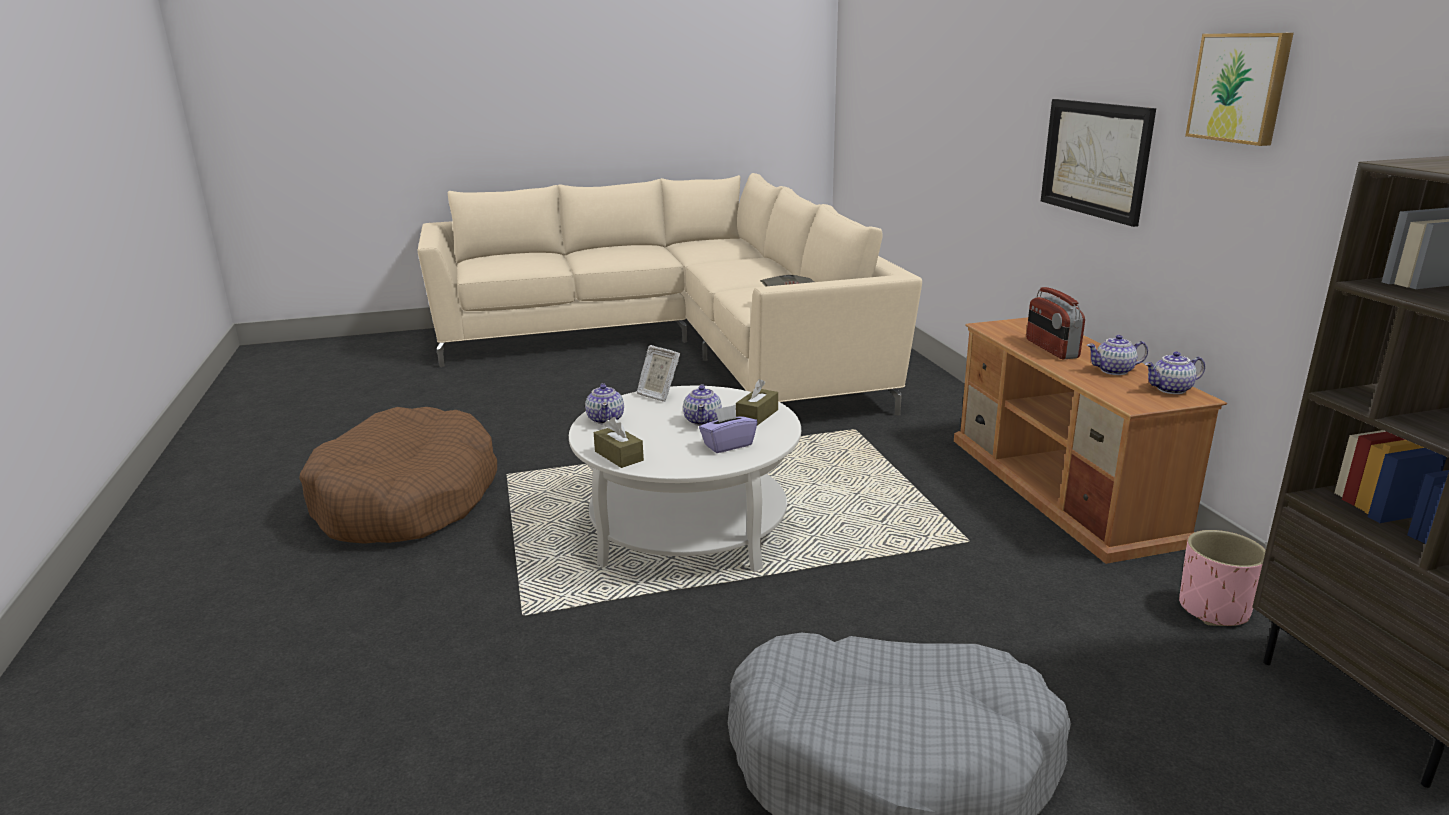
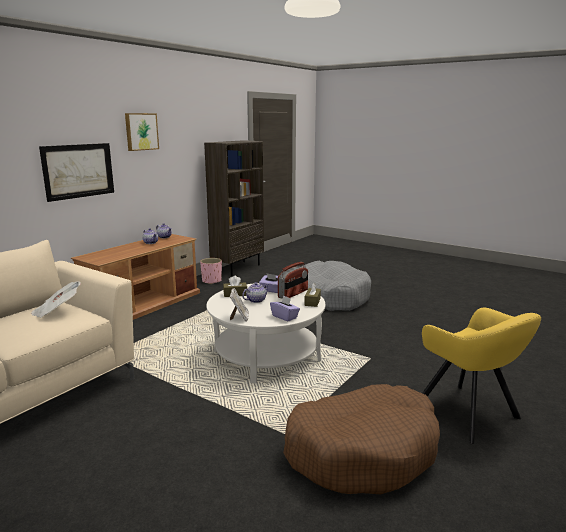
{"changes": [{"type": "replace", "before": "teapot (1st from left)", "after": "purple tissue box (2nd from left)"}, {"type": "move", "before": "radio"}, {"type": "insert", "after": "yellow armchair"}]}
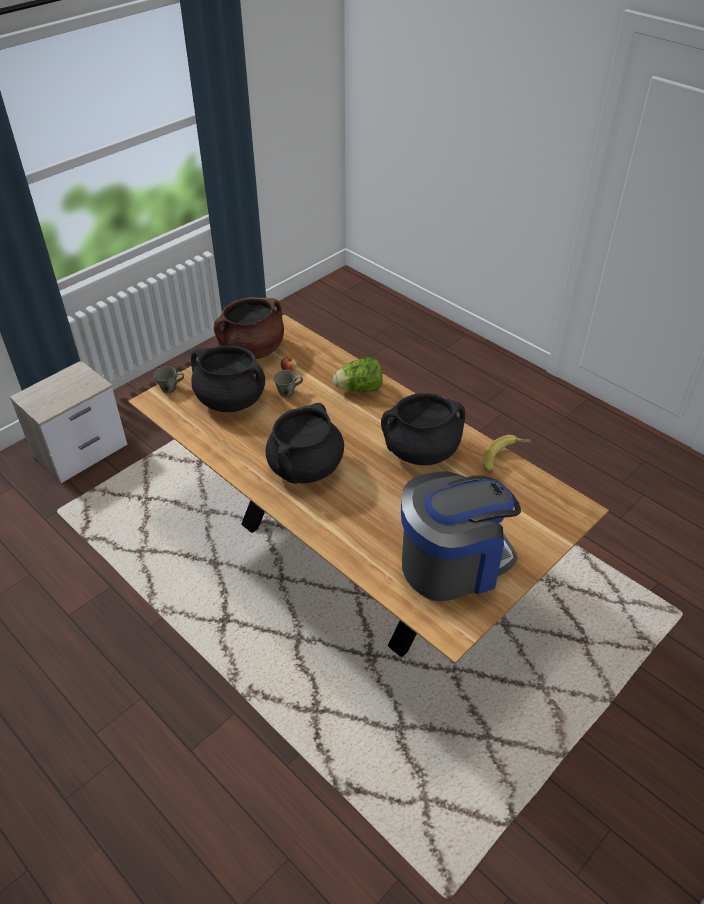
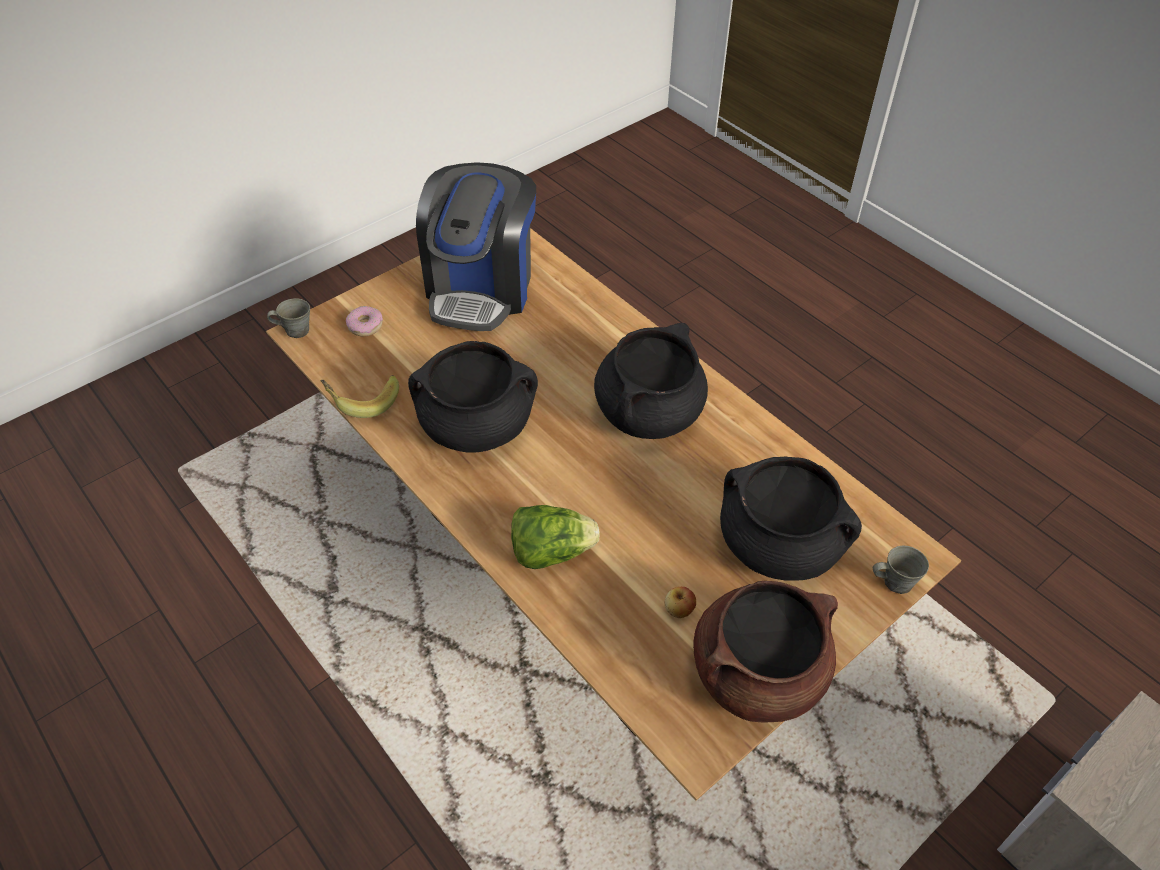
{"changes": [{"type": "move", "before": "grey mug (2nd from left in the first image)", "after": "grey mug (1st from left)"}, {"type": "insert", "after": "donut"}, {"type": "rotate", "before": "coffee machine", "turn": -60}]}
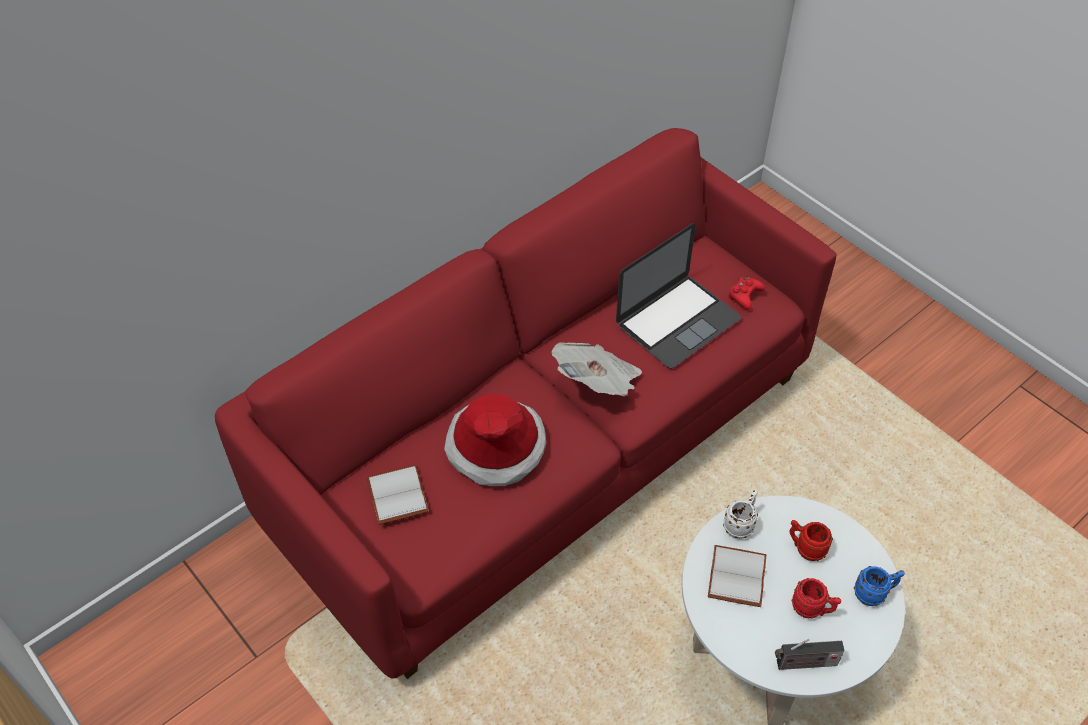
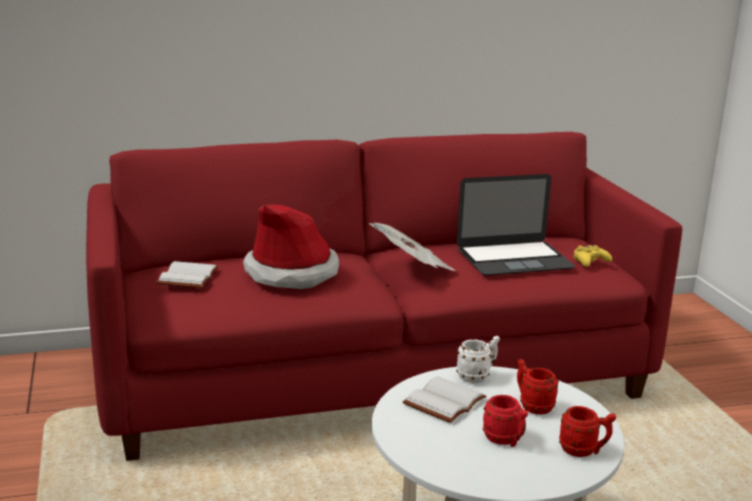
{"changes": [{"type": "recolor", "before": "blue mug", "after": "red mug (3rd from left)"}, {"type": "recolor", "before": "red game controller", "after": "yellow game controller"}, {"type": "delete", "before": "radio"}]}
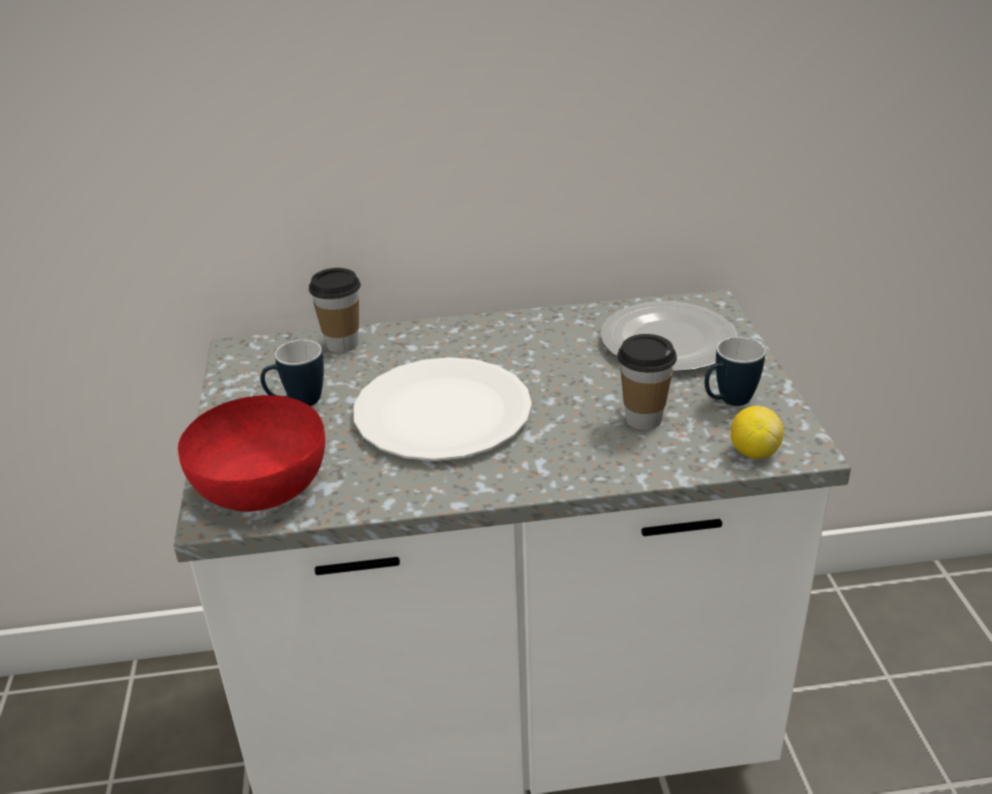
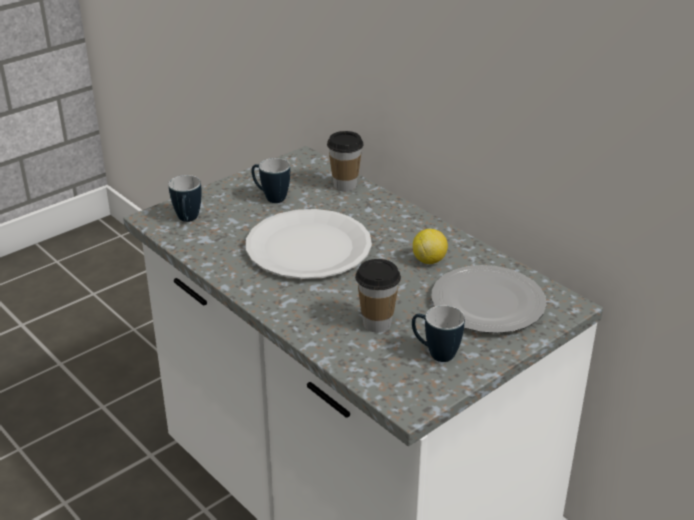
{"changes": [{"type": "replace", "before": "red bowl", "after": "mug (1st from left)"}, {"type": "move", "before": "lemon"}]}
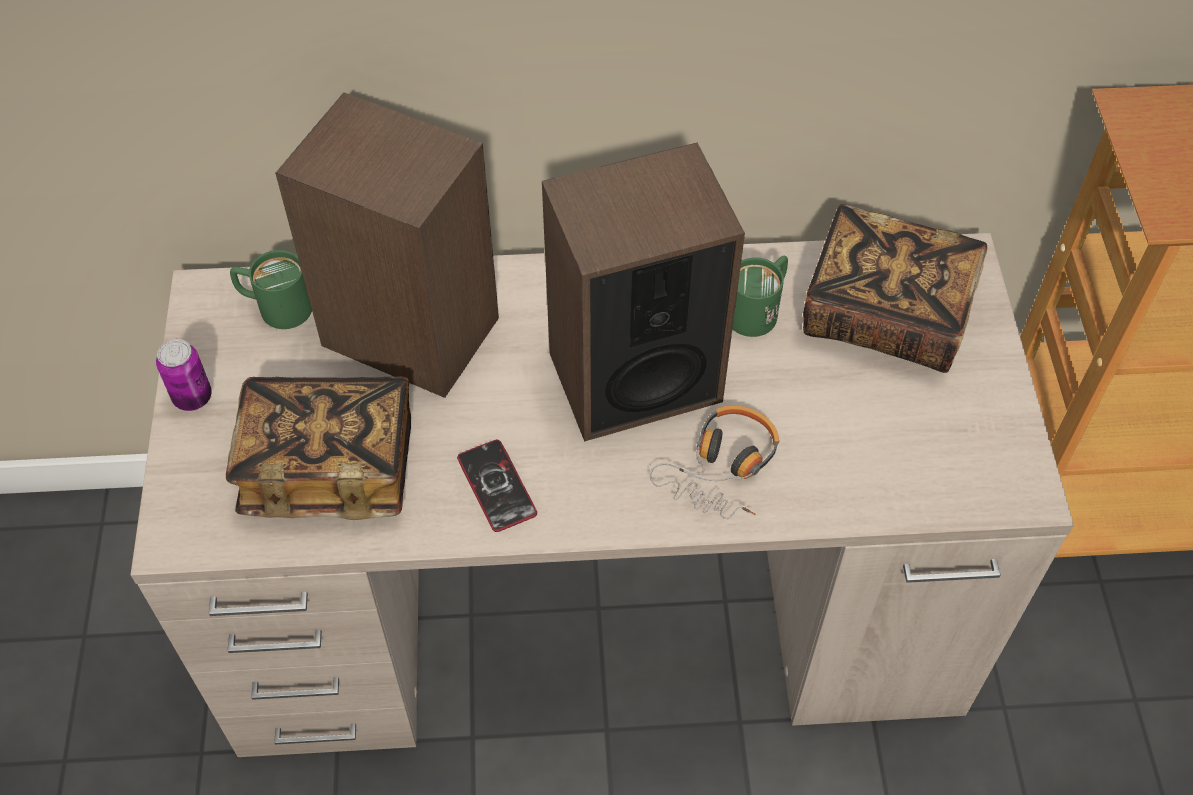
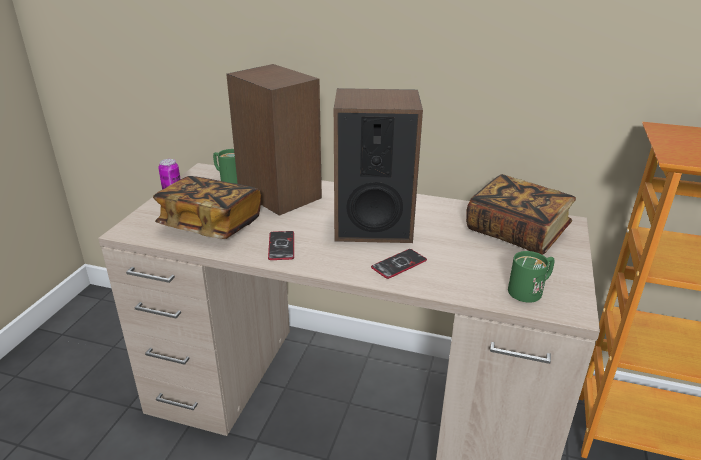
{"changes": [{"type": "replace", "before": "headphones", "after": "phone (2nd from left)"}, {"type": "move", "before": "green mug (2nd from left)"}]}
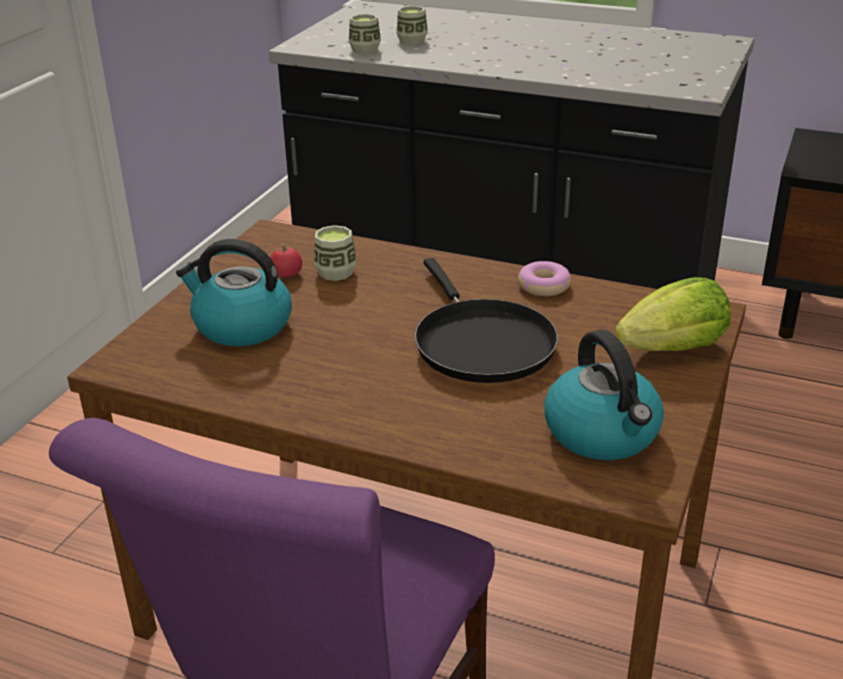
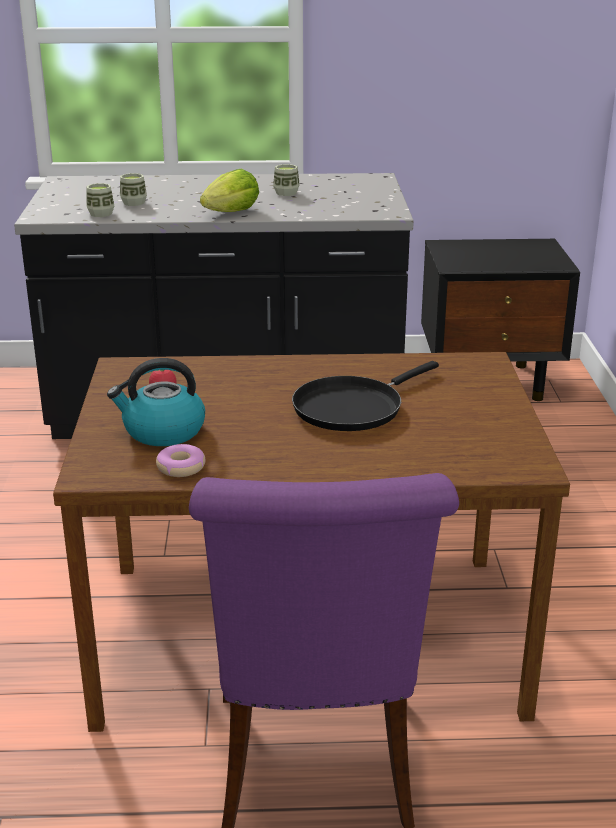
{"changes": [{"type": "move", "before": "donut"}, {"type": "move", "before": "lettuce"}, {"type": "move", "before": "cup (1st from left in the first image)", "after": "cup (3rd from left)"}, {"type": "rotate", "before": "black frying pan", "turn": 90}, {"type": "delete", "before": "kettle (2nd from left)"}]}
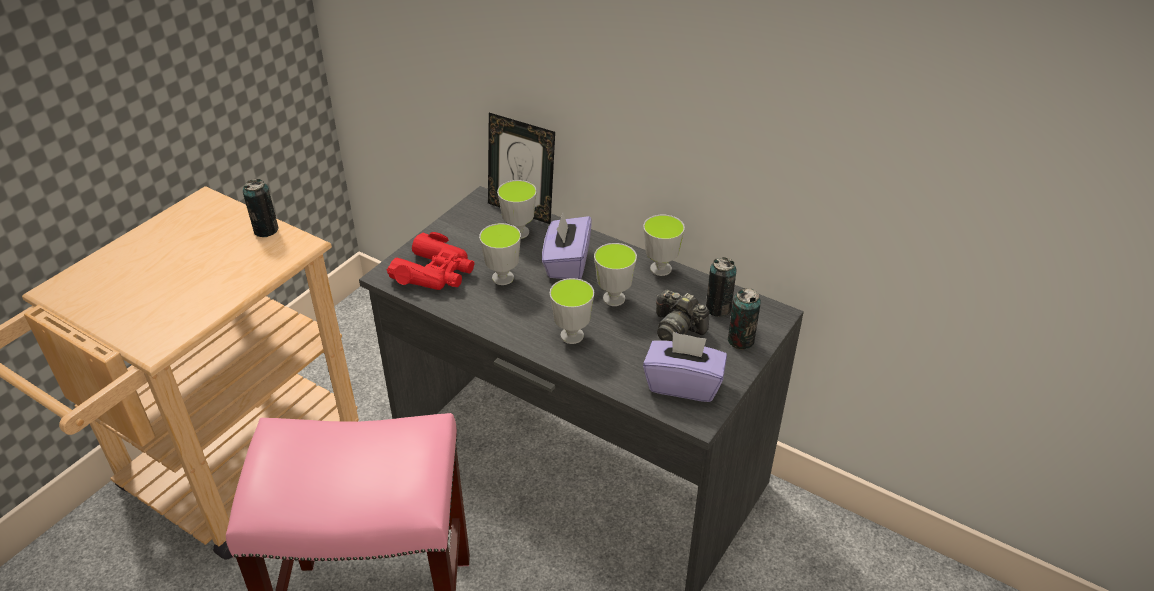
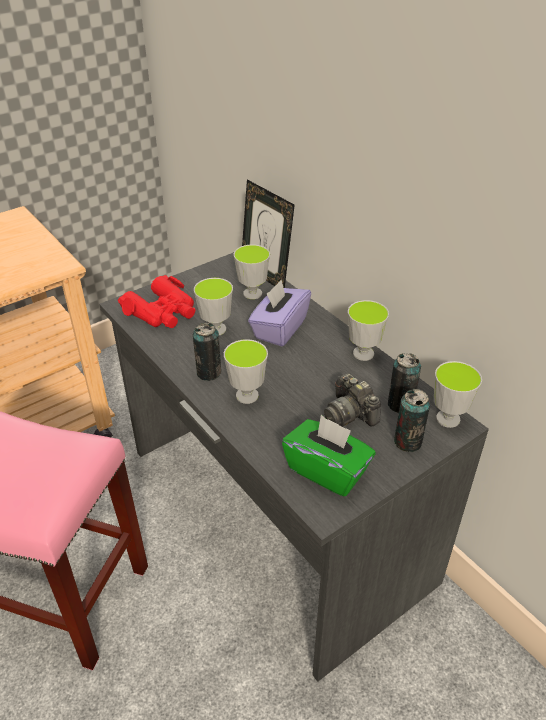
{"changes": [{"type": "move", "before": "can (1st from left)"}, {"type": "recolor", "before": "purple tissue box (2nd from left)", "after": "green tissue box"}, {"type": "move", "before": "cup (4th from left in the first image)", "after": "cup (5th from left)"}]}
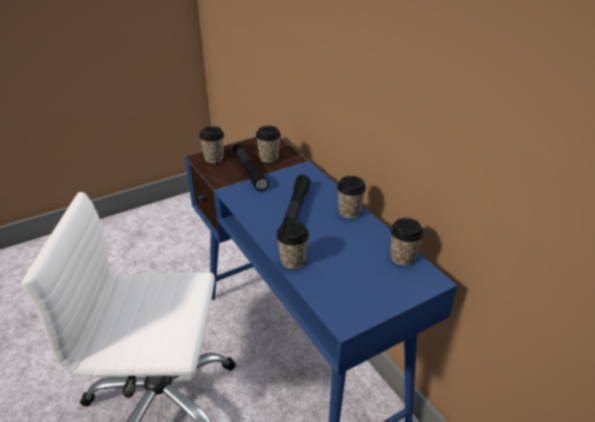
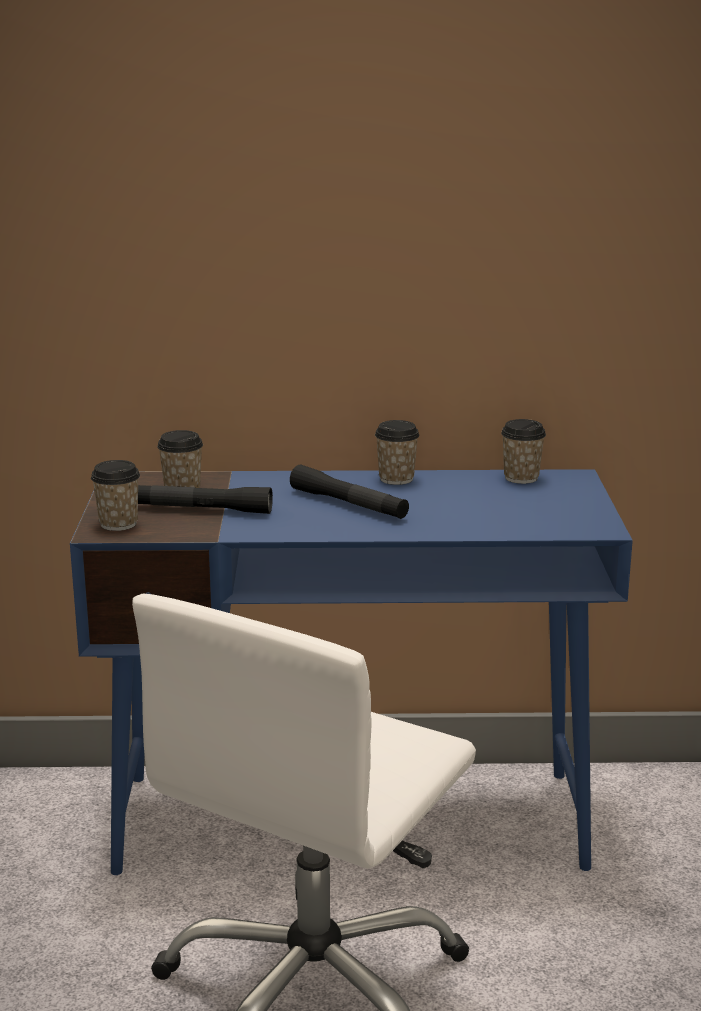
{"changes": [{"type": "delete", "before": "cup (3rd from left)"}]}
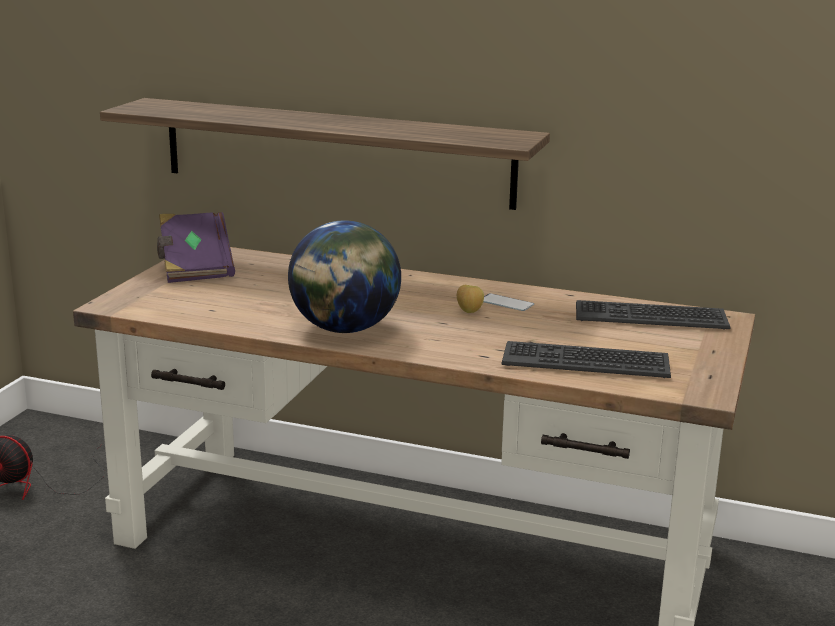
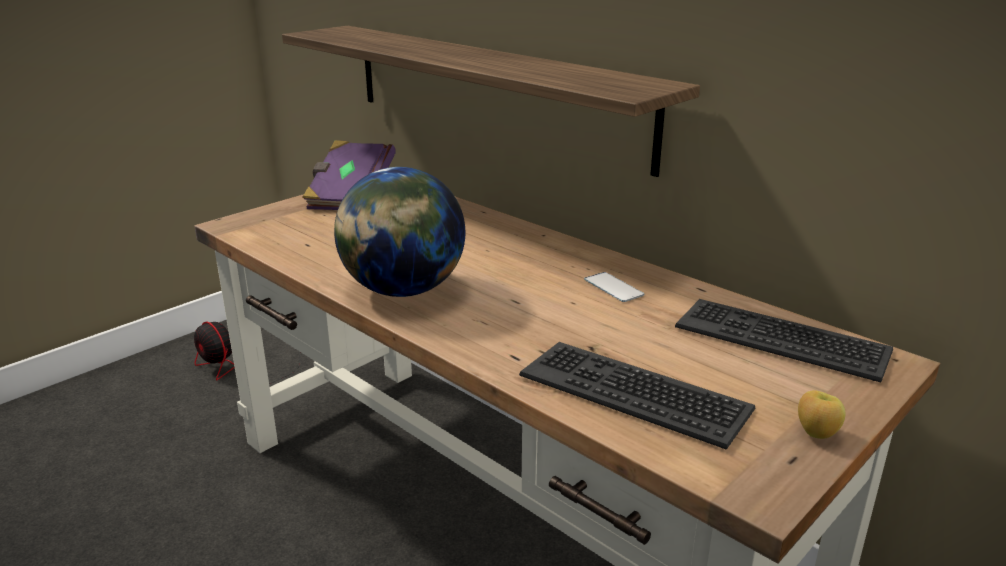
{"changes": [{"type": "move", "before": "apple"}]}
